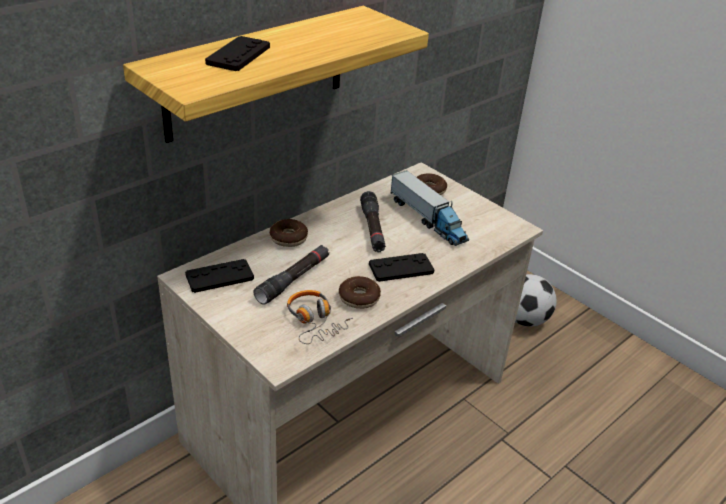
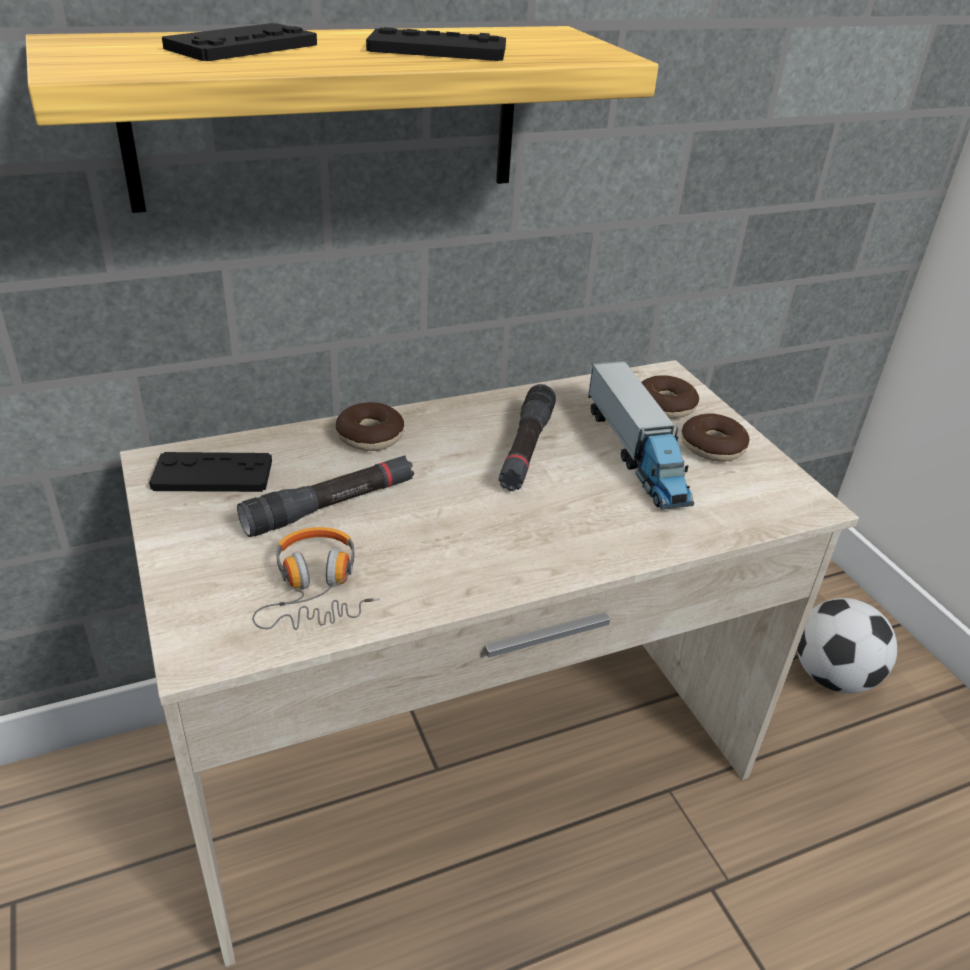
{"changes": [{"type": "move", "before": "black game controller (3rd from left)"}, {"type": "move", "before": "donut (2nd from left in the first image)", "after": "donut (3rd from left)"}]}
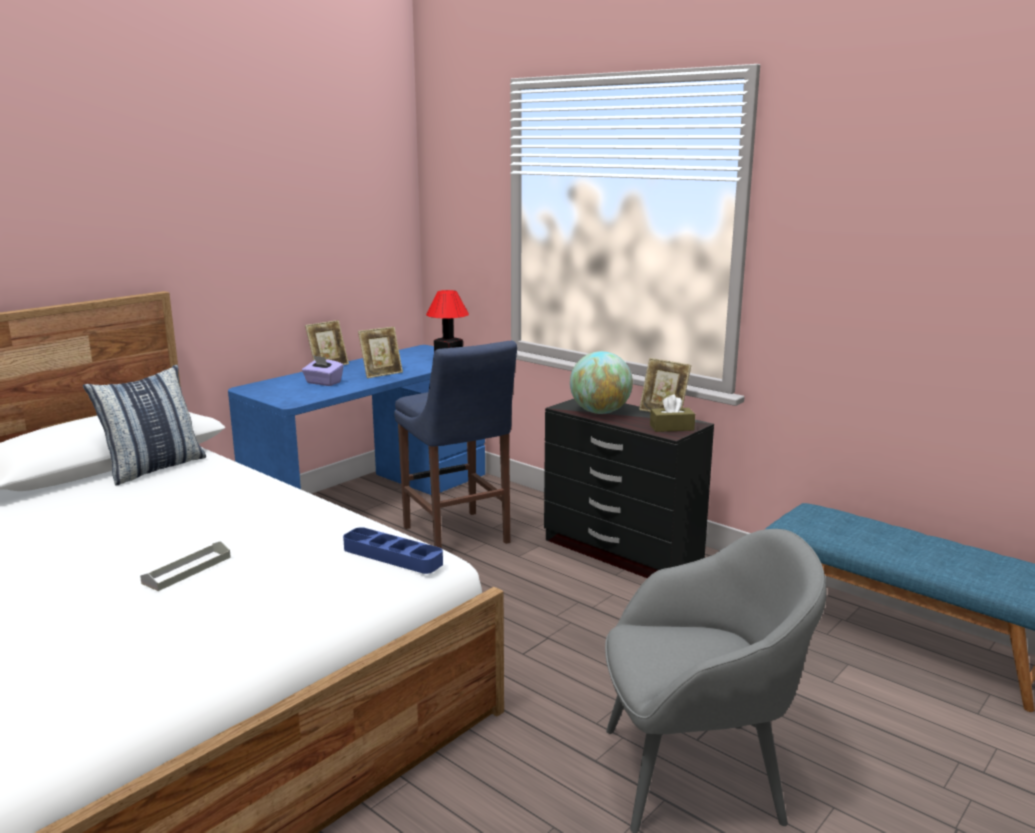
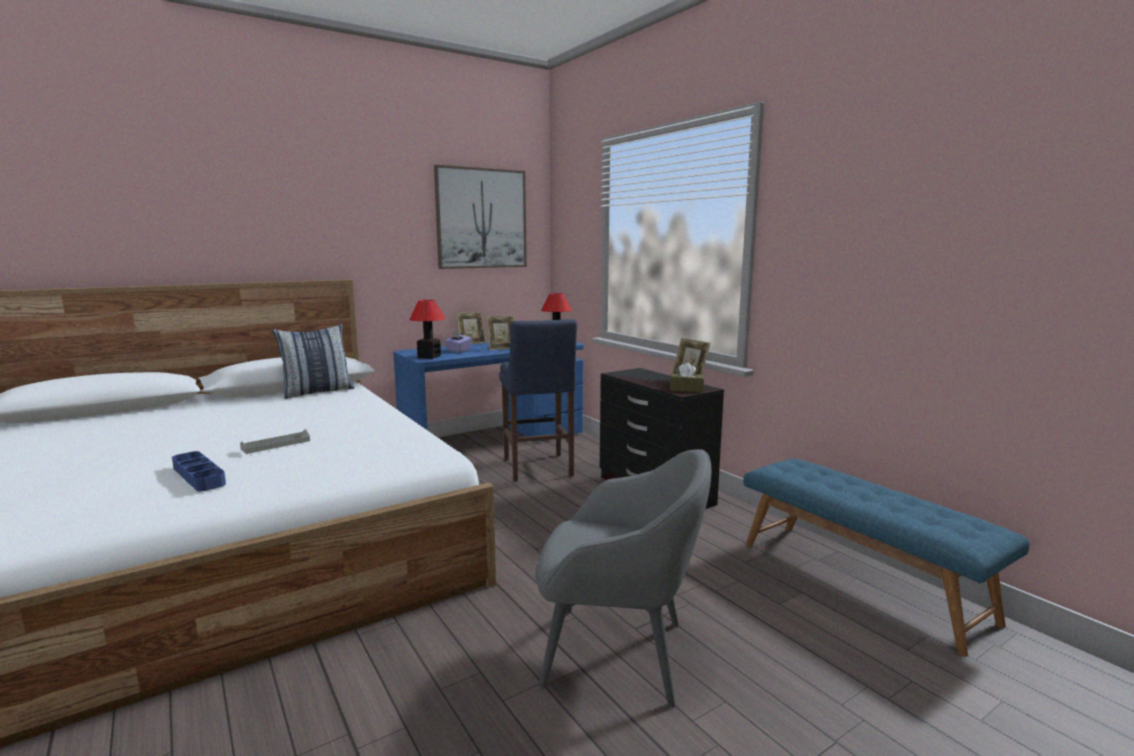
{"changes": [{"type": "move", "before": "blue tray"}, {"type": "insert", "after": "table lamp (1st from left)"}, {"type": "insert", "after": "picture"}, {"type": "delete", "before": "globe"}]}
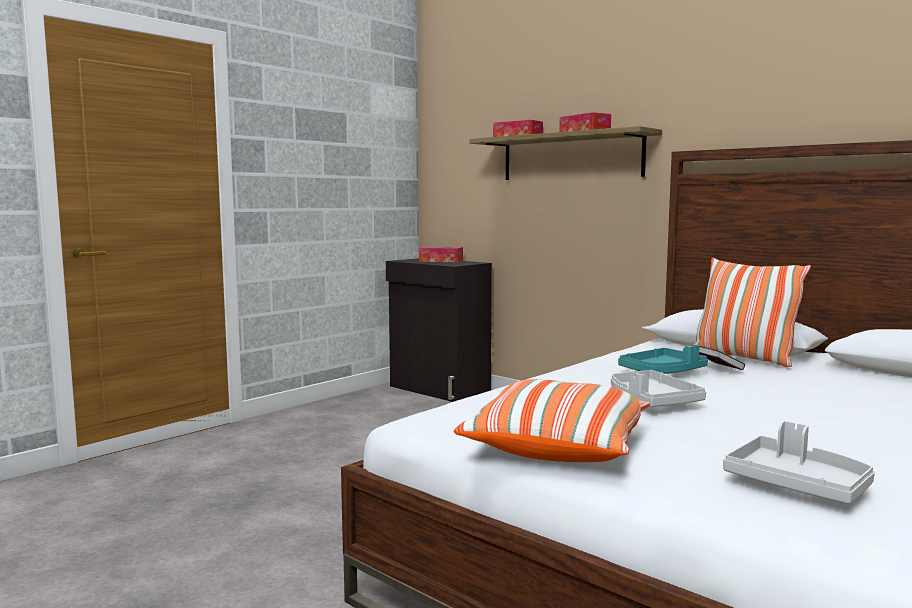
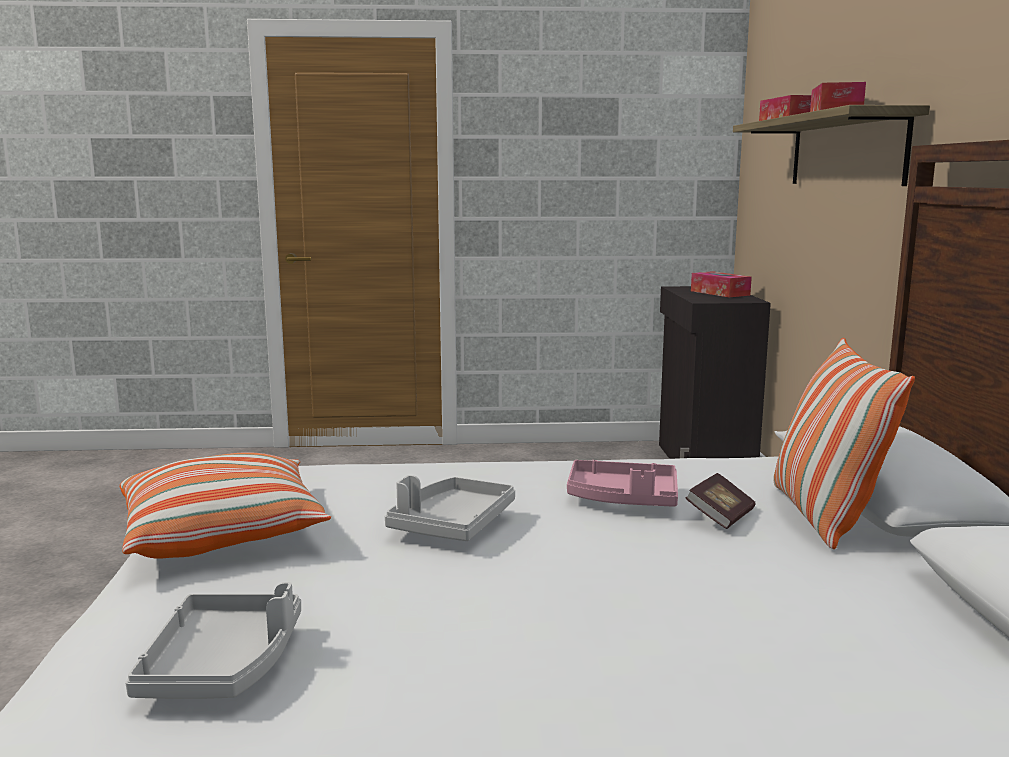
{"changes": [{"type": "recolor", "before": "turquoise tray", "after": "pink tray"}]}
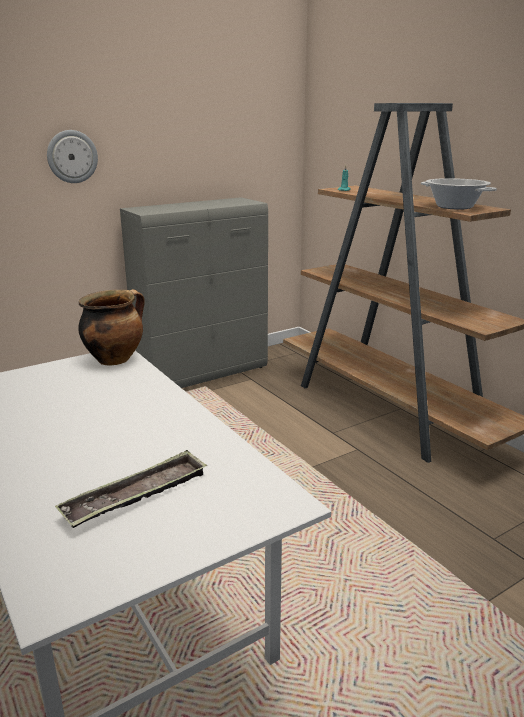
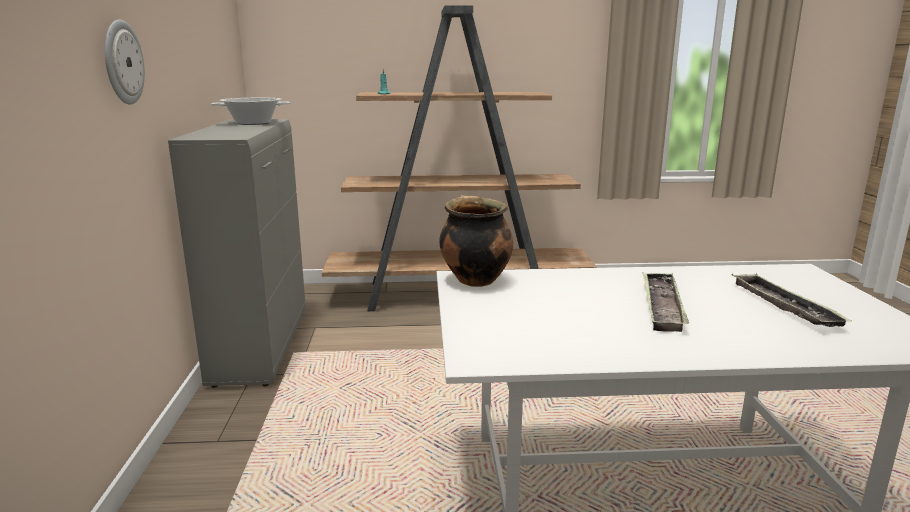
{"changes": [{"type": "move", "before": "cooking pot (2nd from left in the first image)", "after": "cooking pot (1st from left)"}, {"type": "insert", "after": "tray (1st from left)"}]}
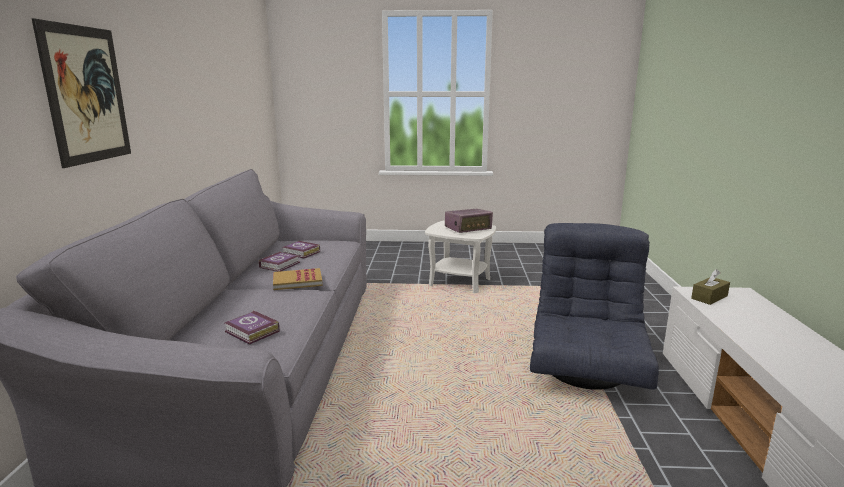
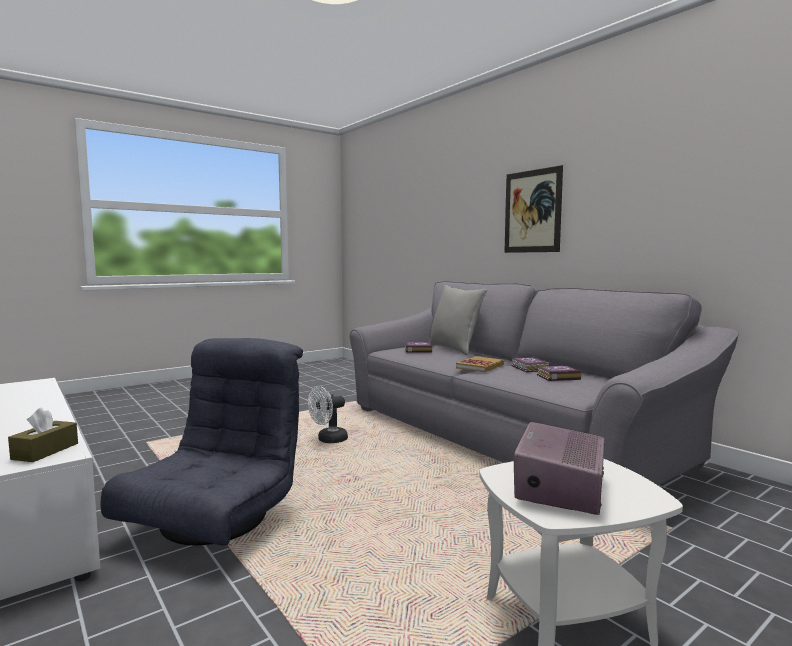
{"changes": [{"type": "rotate", "before": "grey armchair", "turn": -135}, {"type": "insert", "after": "white fan"}, {"type": "insert", "after": "grey pillow"}]}
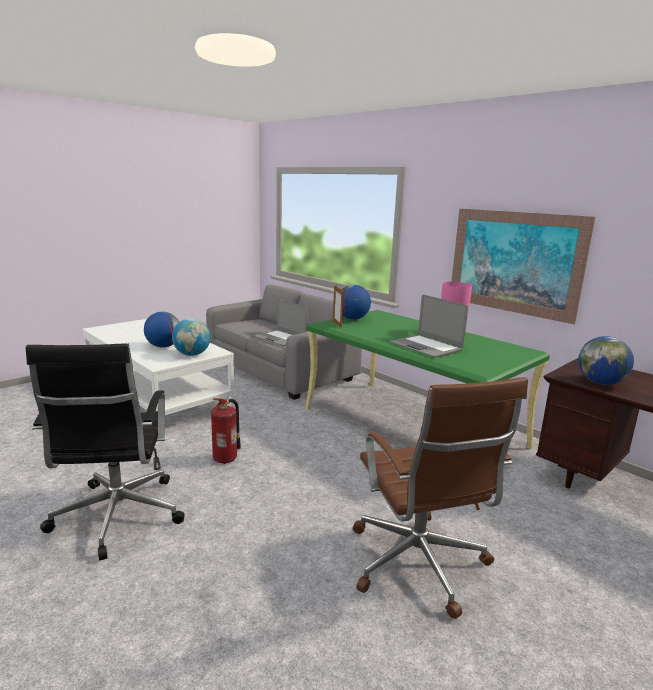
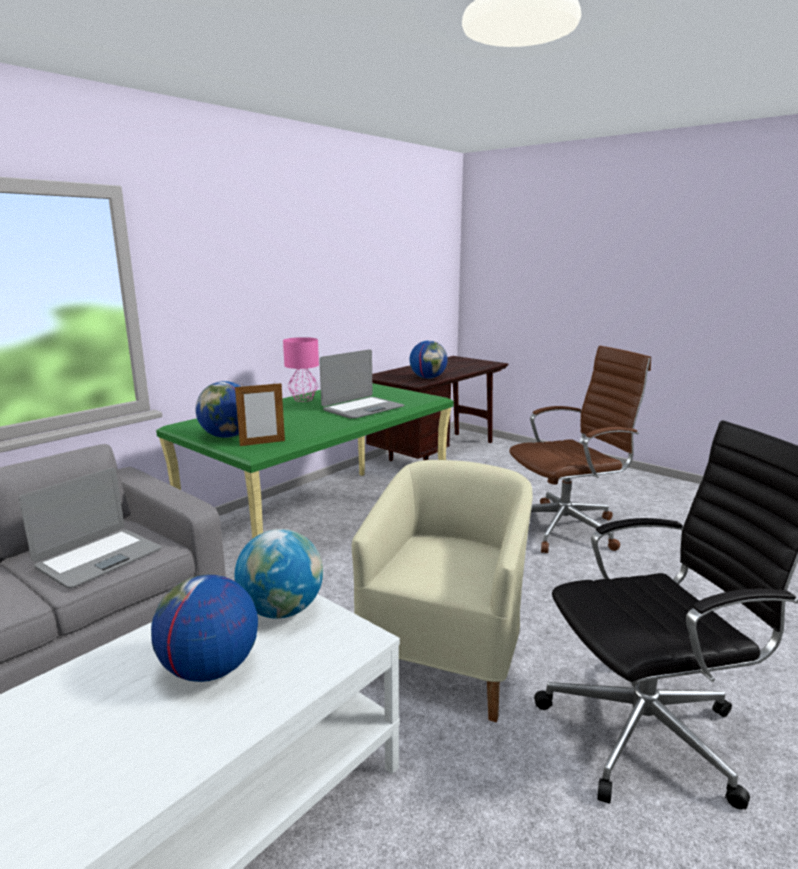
{"changes": [{"type": "replace", "before": "fire extinguisher", "after": "beige armchair"}, {"type": "delete", "before": "picture"}]}
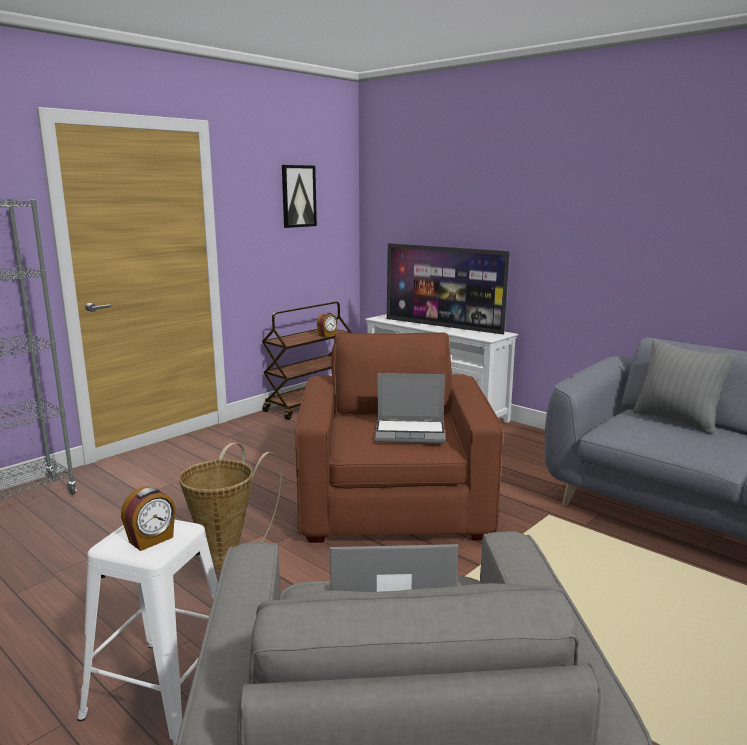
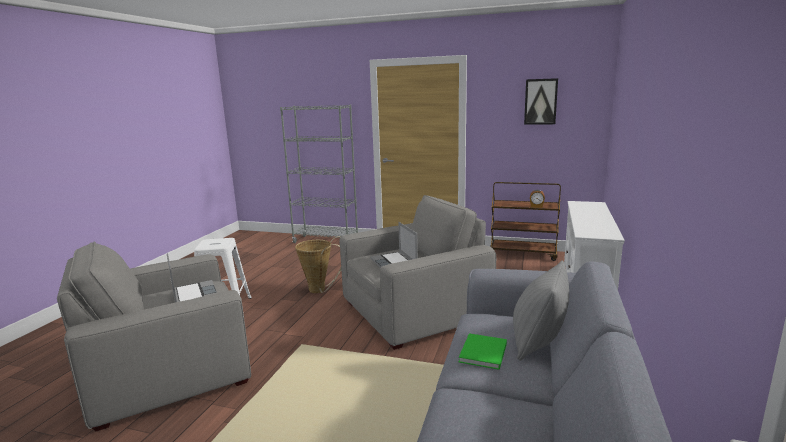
{"changes": [{"type": "recolor", "before": "brown armchair", "after": "grey armchair (2nd from left)"}, {"type": "insert", "after": "green book"}, {"type": "delete", "before": "alarm clock (1st from left)"}, {"type": "delete", "before": "television"}]}
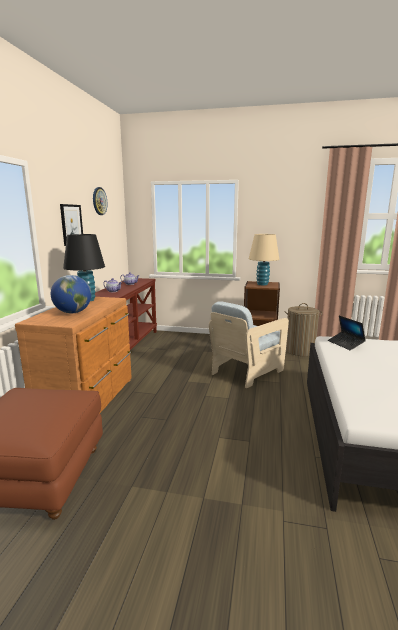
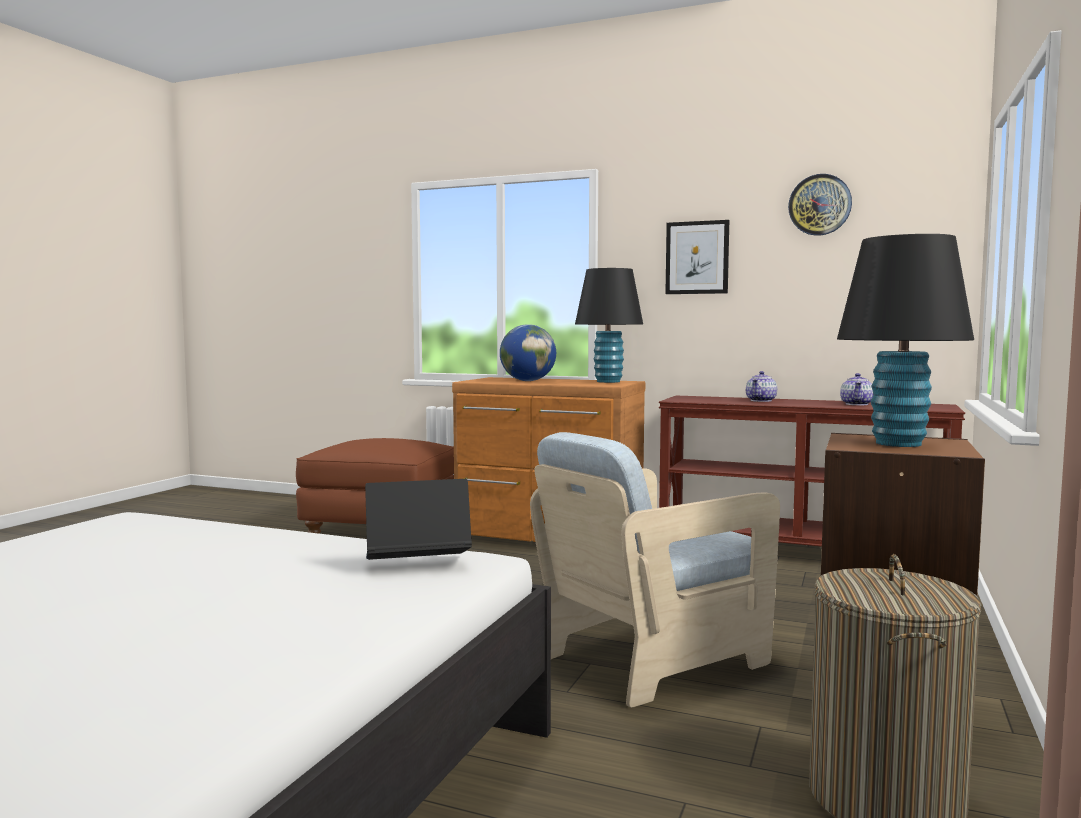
{"changes": [{"type": "rotate", "before": "beige armchair", "turn": -90}, {"type": "recolor", "before": "beige table lamp", "after": "black table lamp (2nd from left)"}]}
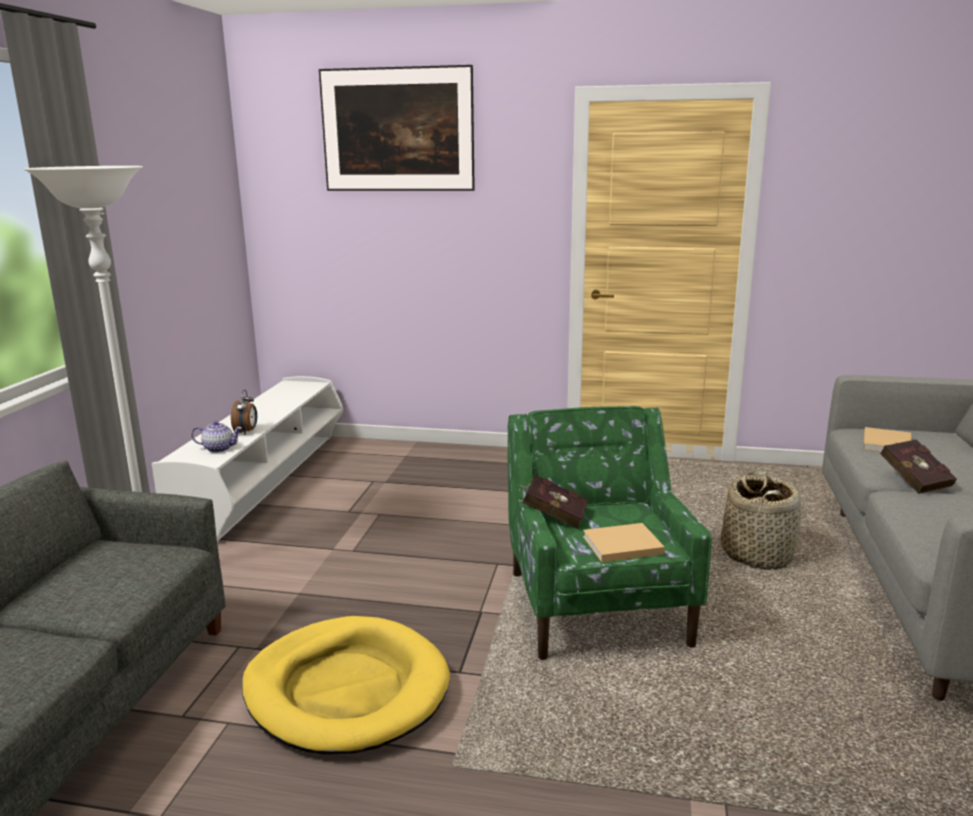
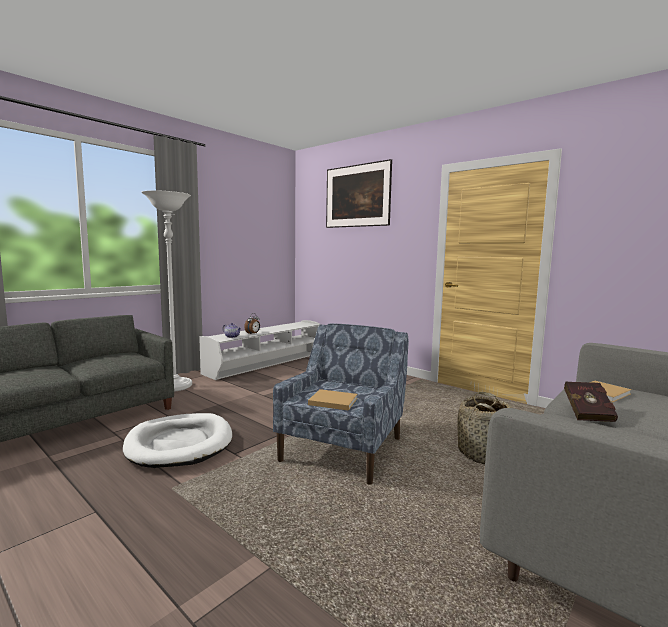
{"changes": [{"type": "recolor", "before": "yellow dog bed", "after": "white dog bed"}, {"type": "recolor", "before": "green armchair", "after": "blue armchair"}, {"type": "delete", "before": "red book (1st from left)"}]}
